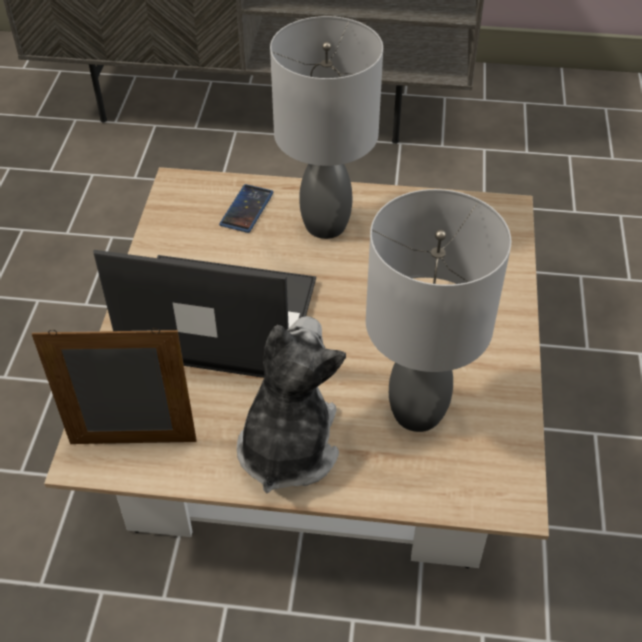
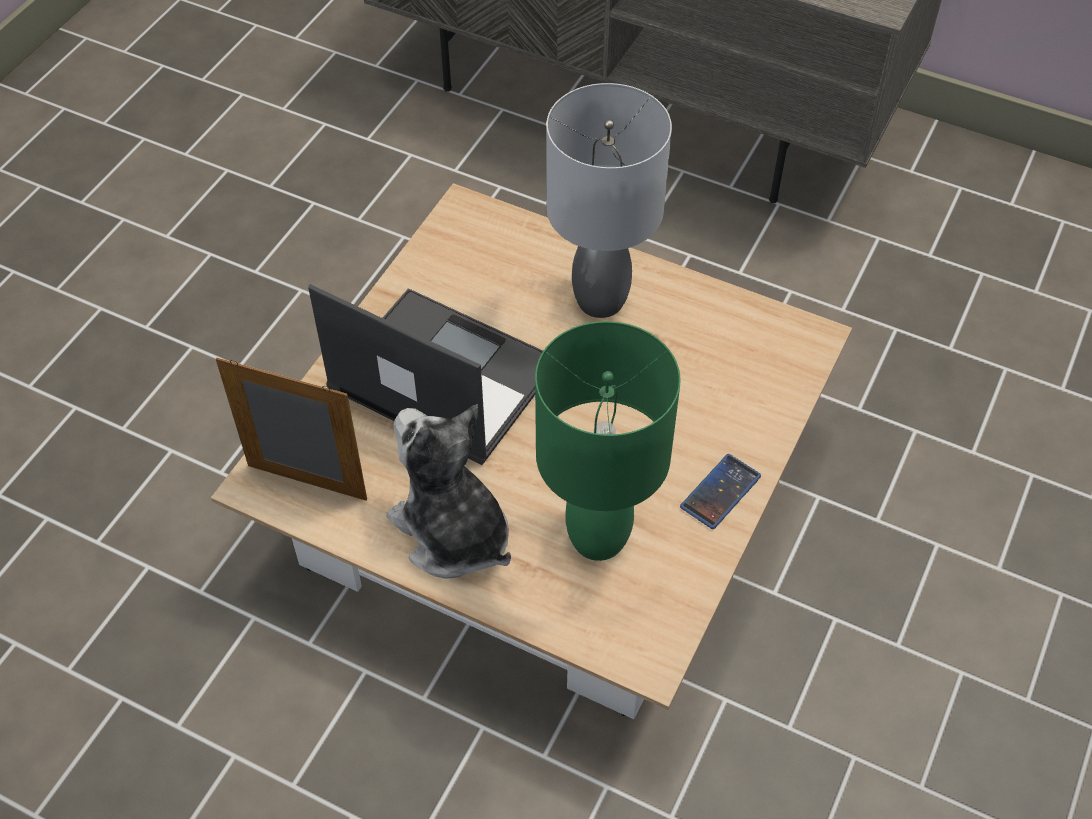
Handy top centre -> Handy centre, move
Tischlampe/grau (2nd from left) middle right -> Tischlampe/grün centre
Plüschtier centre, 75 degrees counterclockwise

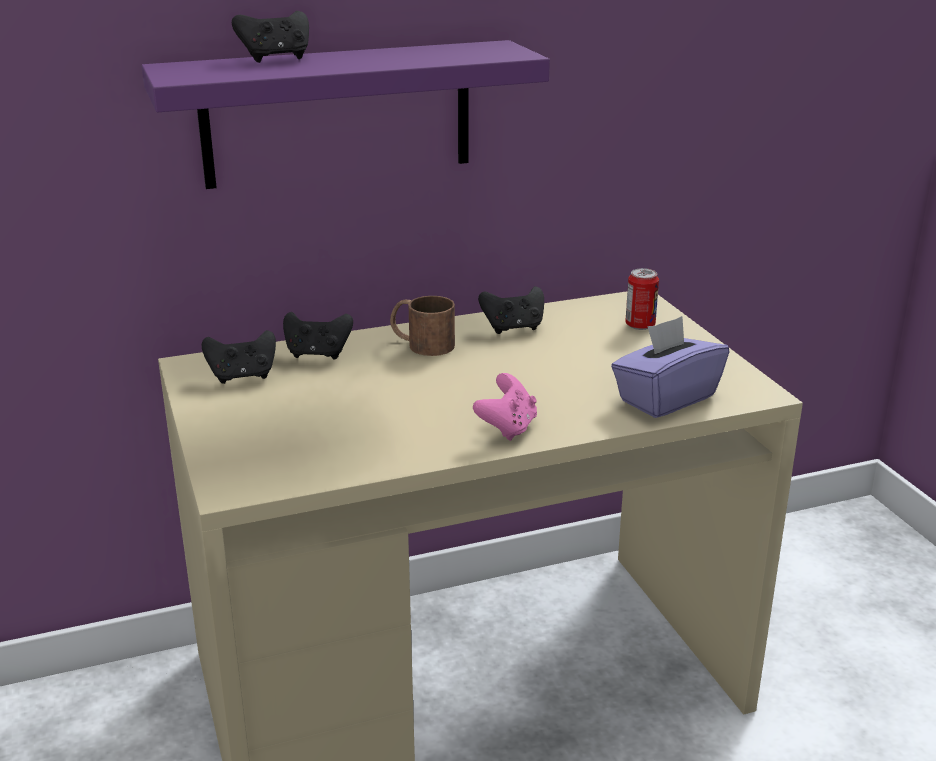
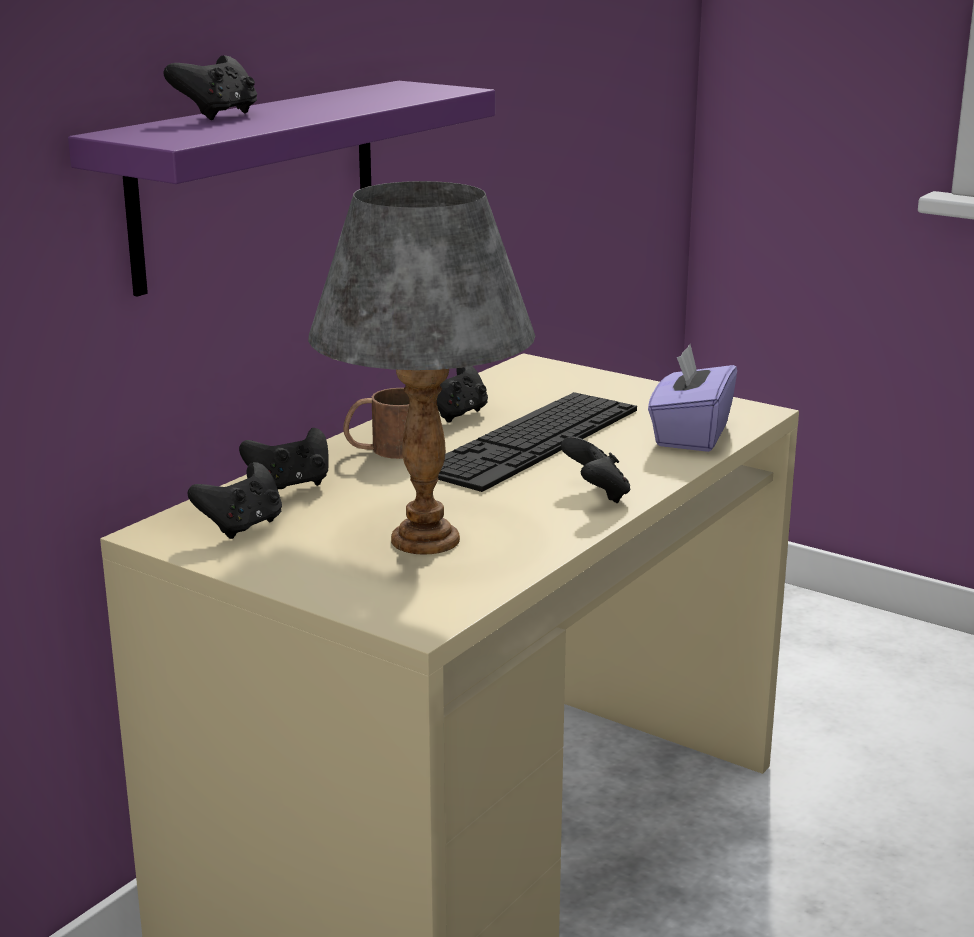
Dose middle right -> none
Gamepad/rosa centre -> Gamepad/schwarz (5th from left) centre
none -> Tischlampe/grau centre
none -> Tastatur centre

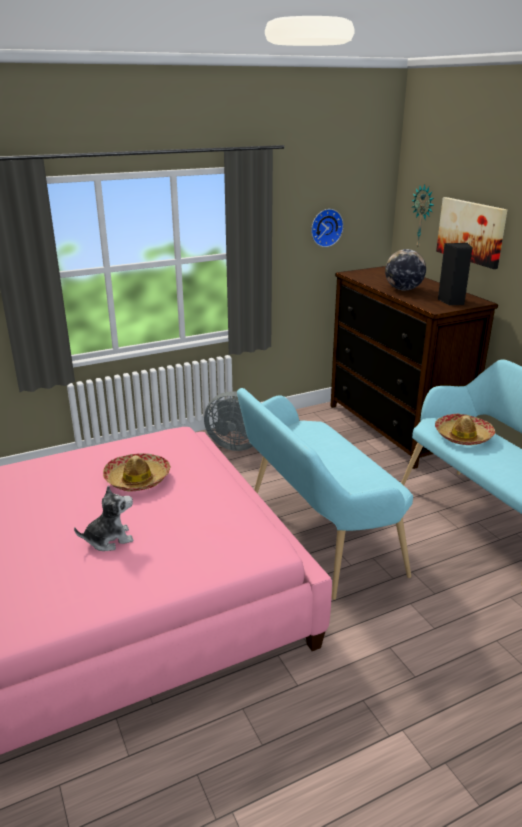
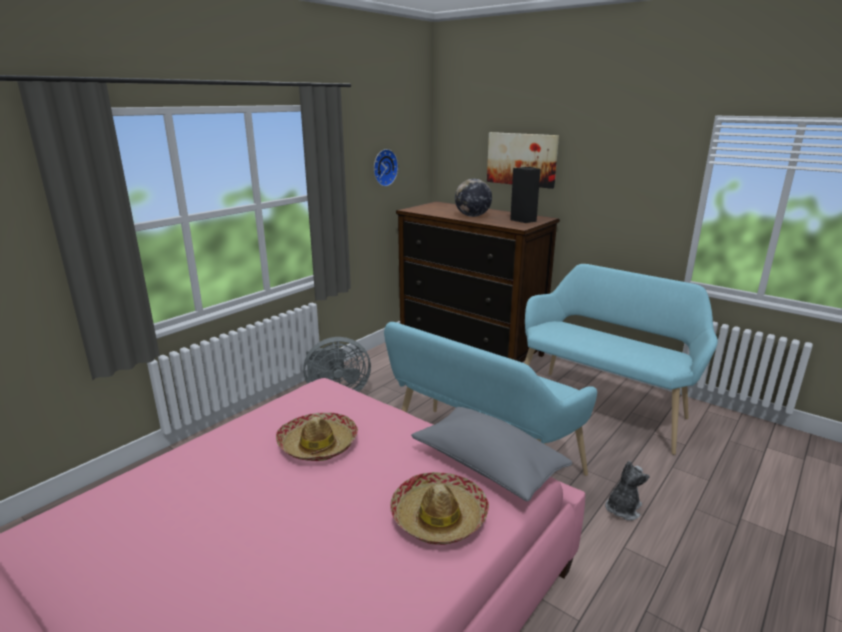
Wanduhr (2nd from left) top right -> none
Hut (2nd from left) middle right -> Hut (2nd from left) bottom centre, move
Plüschtier middle left -> Plüschtier bottom right, move
none -> Kissen/grau bottom centre

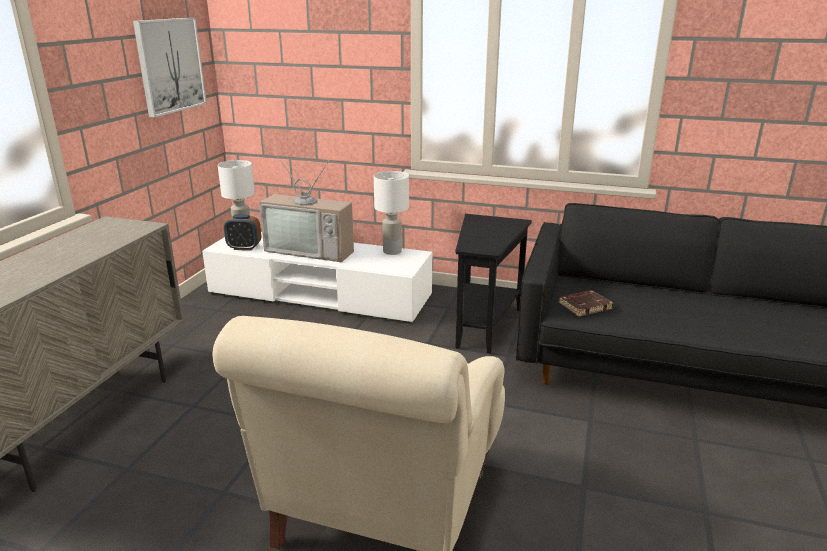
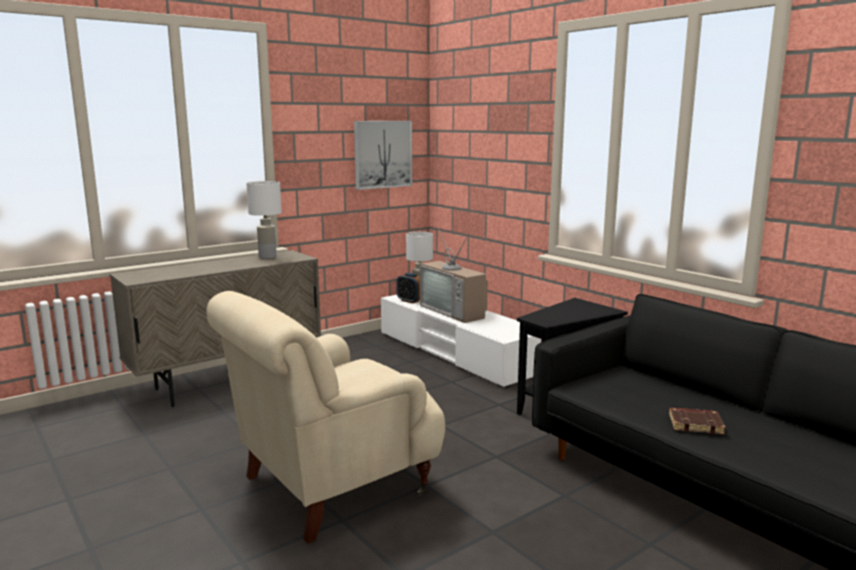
Tischlampe/weiß (2nd from left in the first image) centre -> Tischlampe/weiß (1st from left) middle left, move
Buch/braun middle right -> Buch/braun bottom right, move

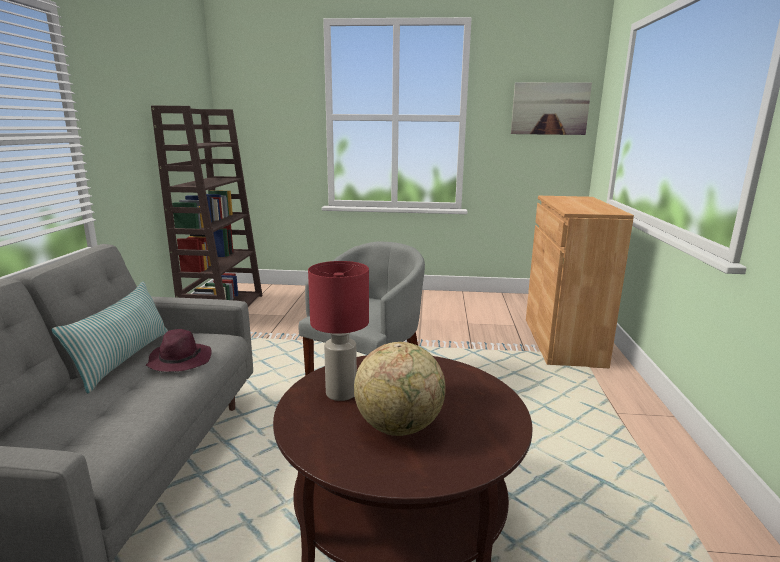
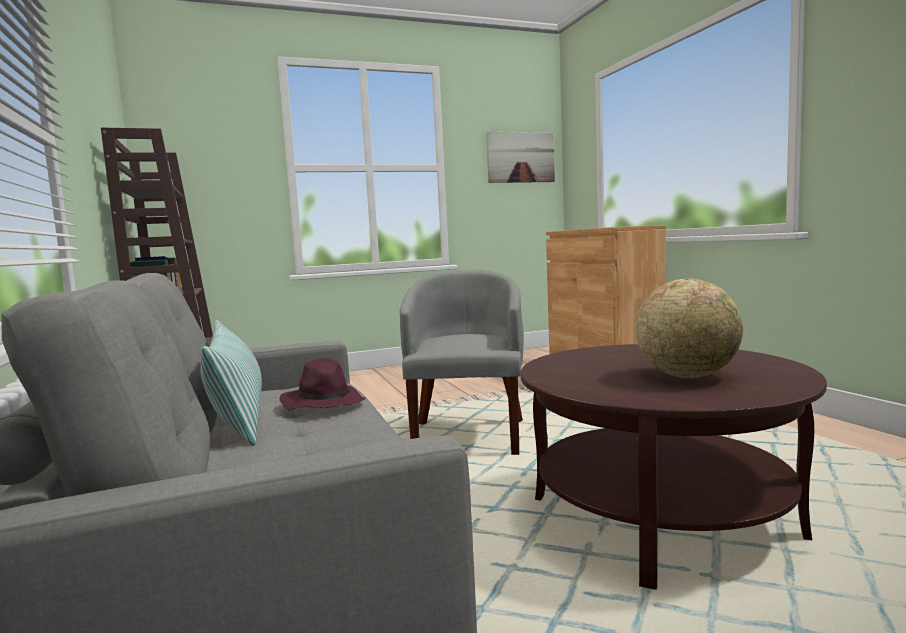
Tischlampe/rot centre -> none

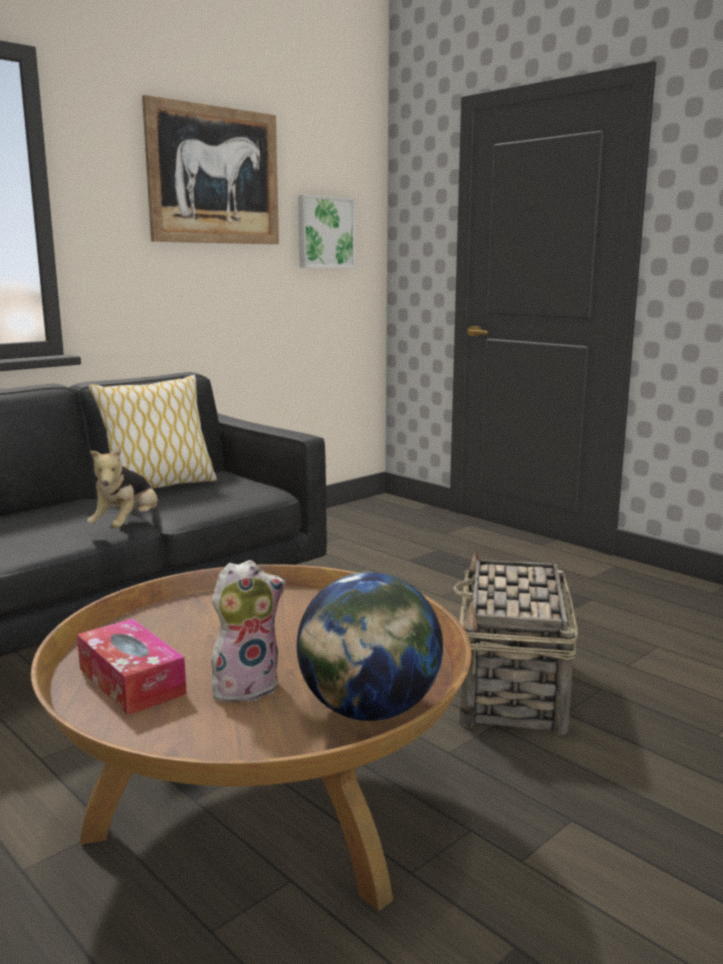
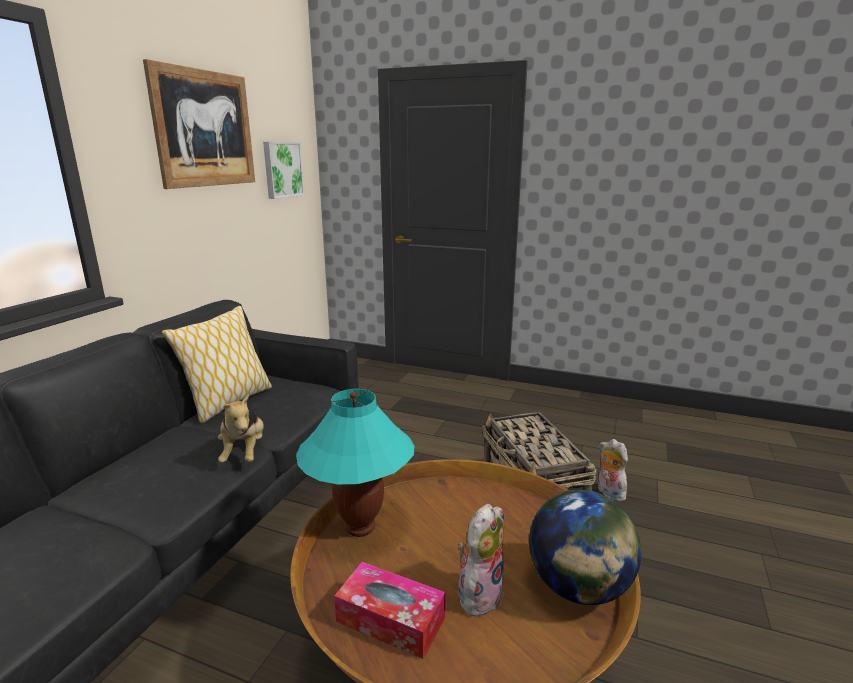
none -> Tischlampe/türkis bottom centre
none -> Plüschtier (3rd from left) bottom right

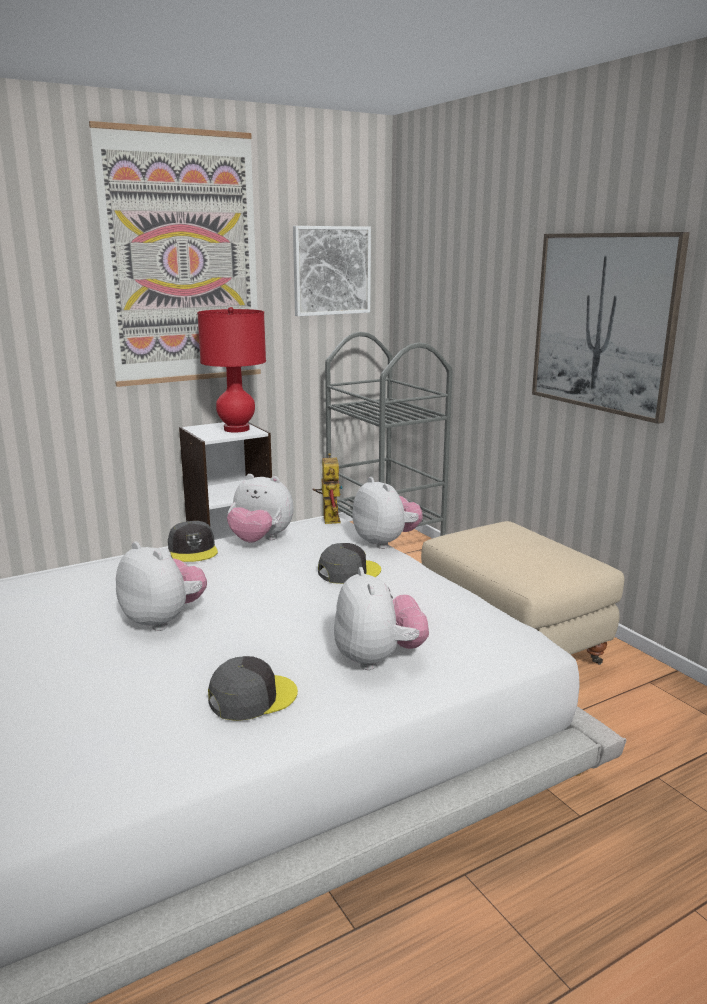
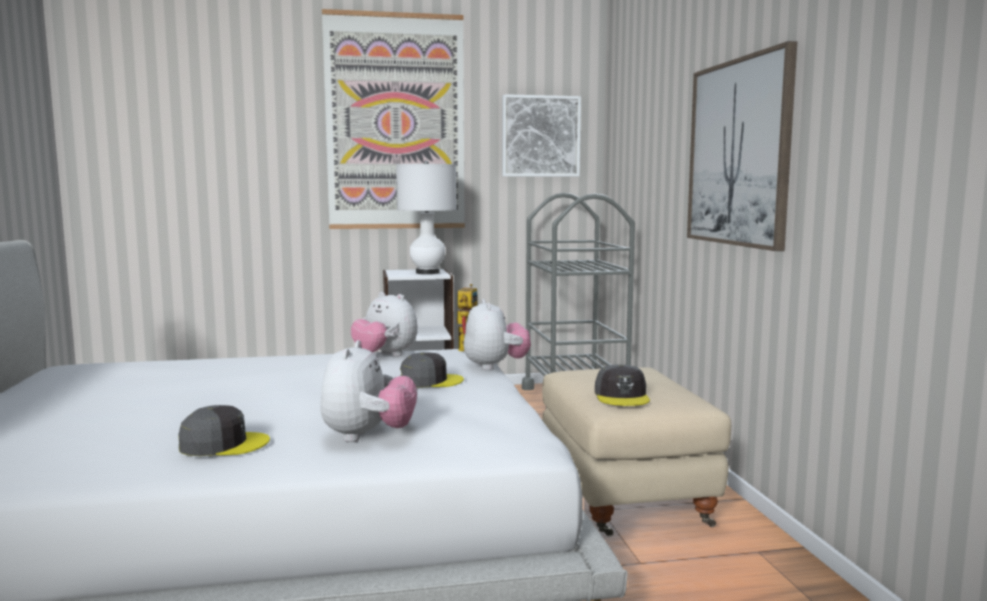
Tischlampe/rot middle left -> Tischlampe/weiß centre
Kappe/grau (1st from left in the first image) middle left -> Kappe/grau (3rd from left) centre, move
Plüschtier (1st from left) middle left -> none

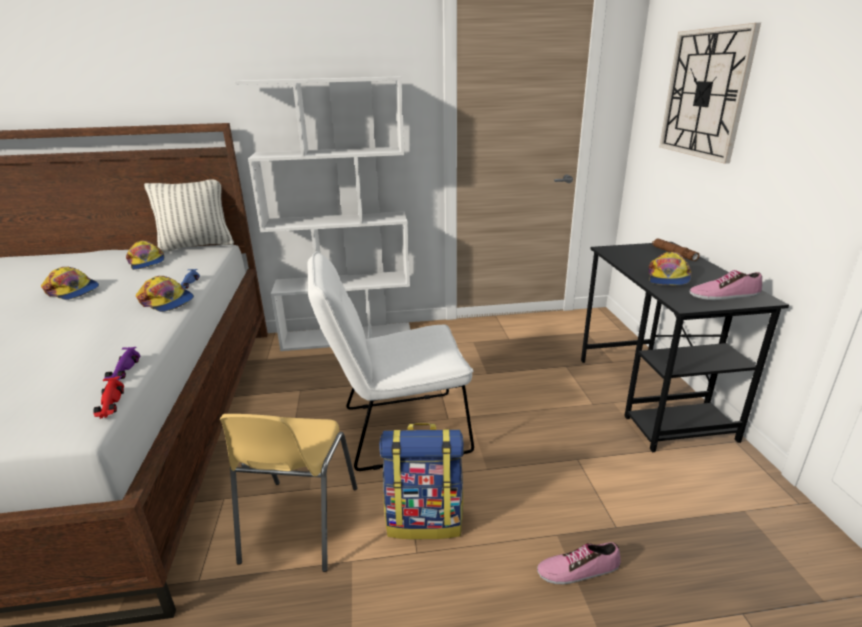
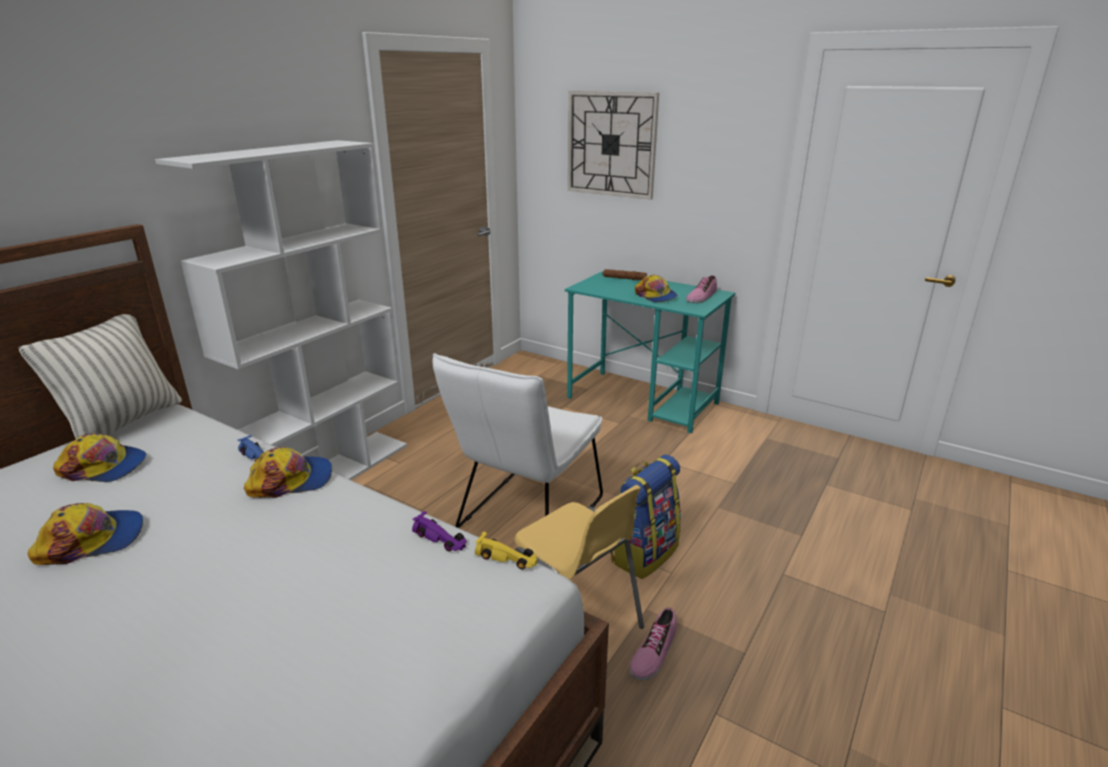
Schreibtisch/schwarz middle right -> Schreibtisch/türkis centre
Spielzeugauto/rot middle left -> Spielzeugauto/gelb bottom centre
Schuh (1st from left) bottom right -> Schuh (1st from left) bottom centre, move

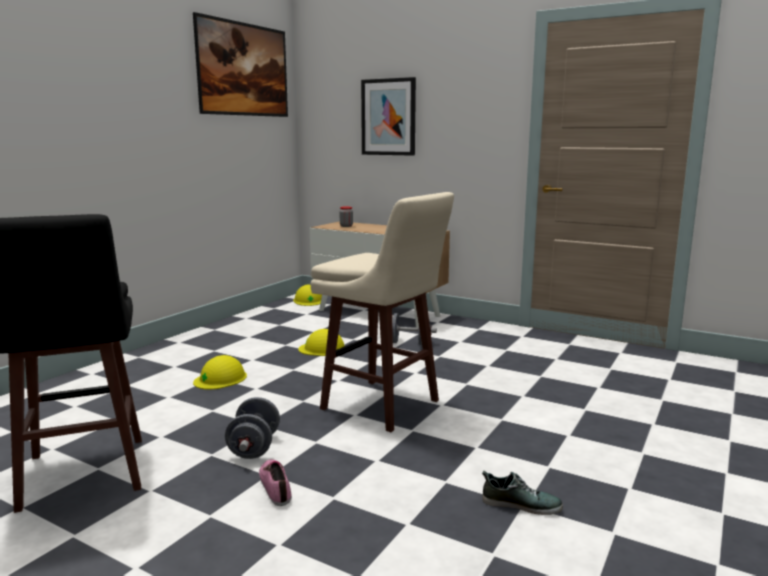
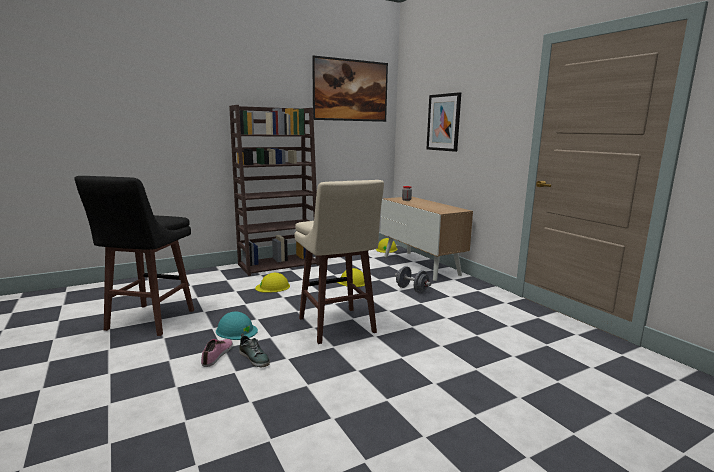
Hantel/grau (1st from left) bottom left -> Schutzhelm/türkis bottom left
Schuh (2nd from left) bottom right -> Schuh (2nd from left) bottom centre, move
none -> Bücherregal/braun centre

